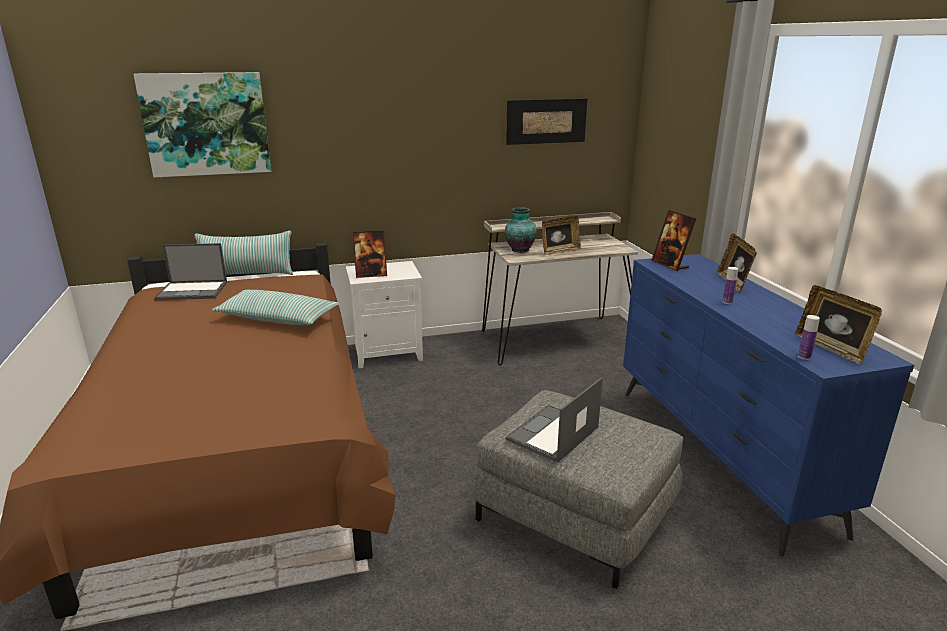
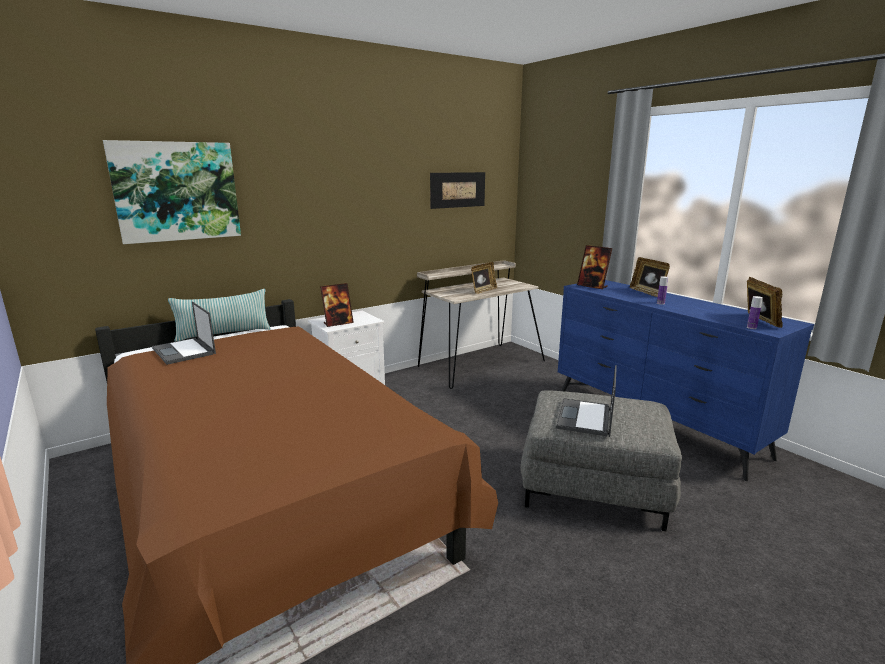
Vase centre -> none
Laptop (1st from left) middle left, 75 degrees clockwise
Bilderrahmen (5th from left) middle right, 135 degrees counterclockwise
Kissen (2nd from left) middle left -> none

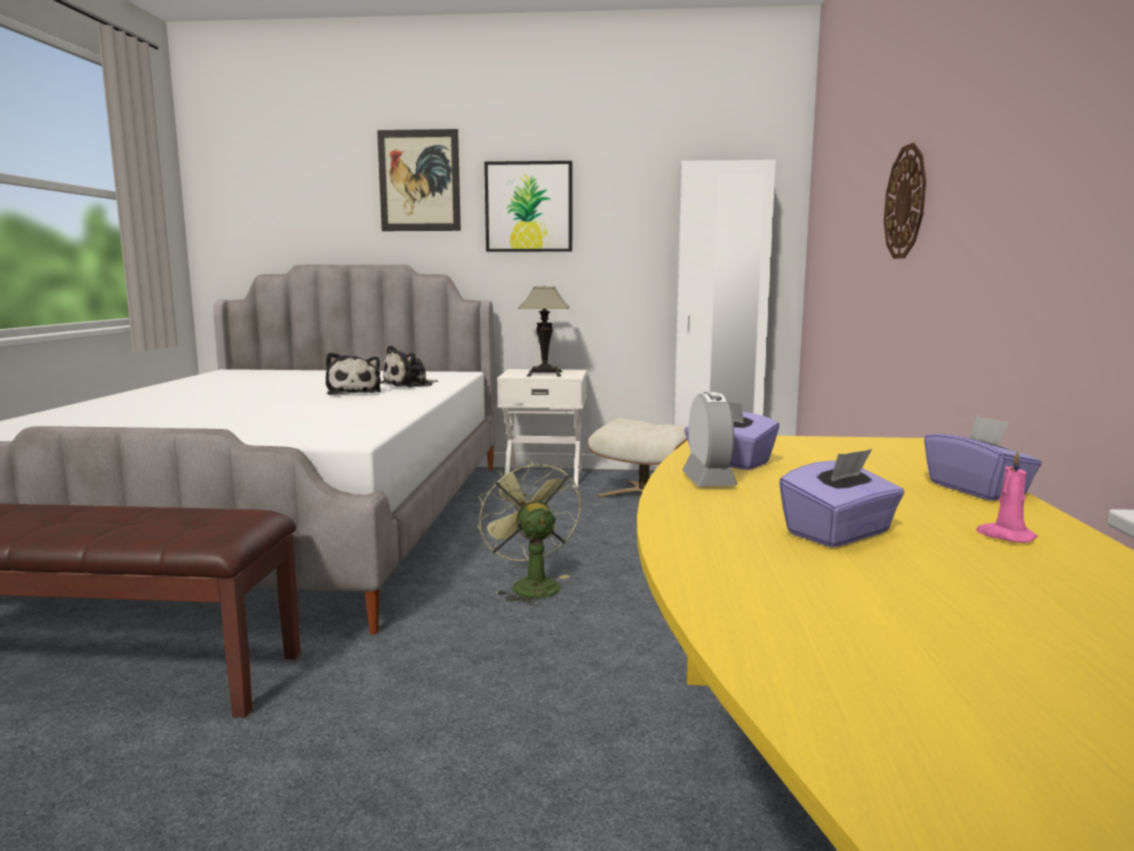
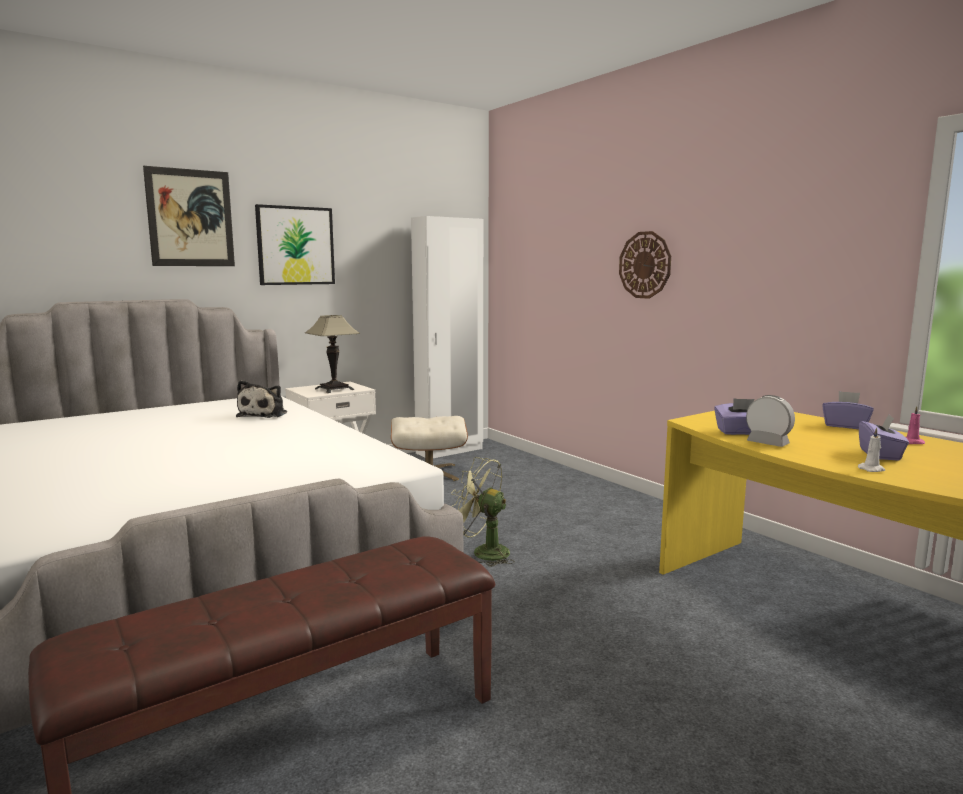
Plüschtier (1st from left) middle left -> none
none -> Kerze/weiß middle right

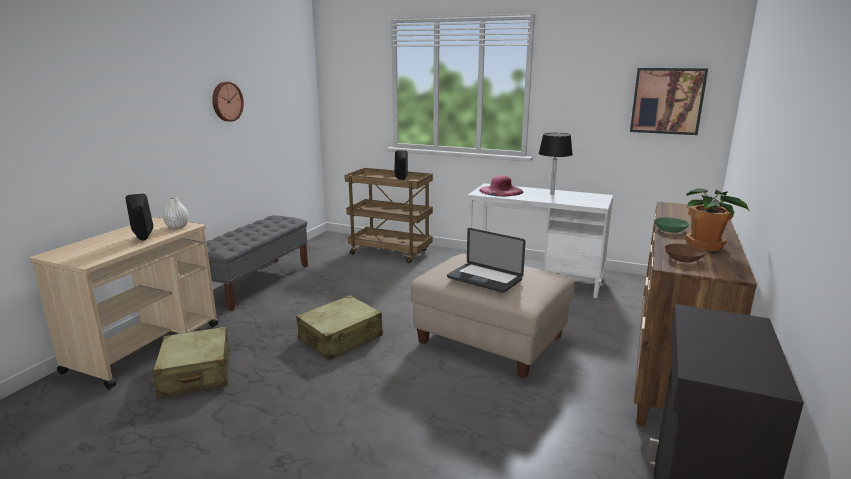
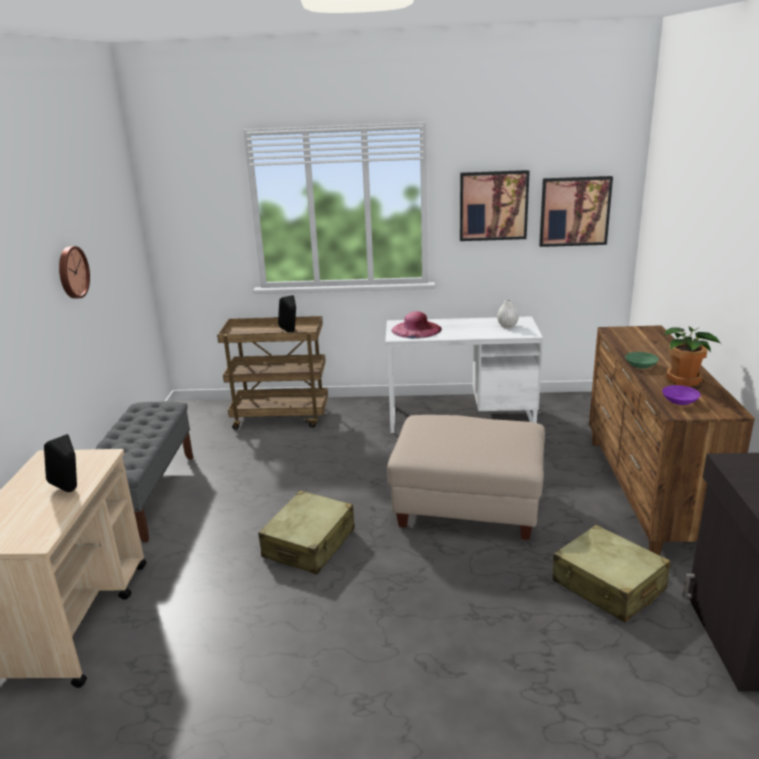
Tischlampe/schwarz centre -> none
Vase/weiß middle left -> Vase/weiß middle right, move
Laptop centre -> none
Schüssel/braun middle right -> Schüssel/lila middle right
Koffer/beige (1st from left in the first image) bottom left -> Koffer/beige (2nd from left) bottom right, move
none -> Bild (1st from left) top centre

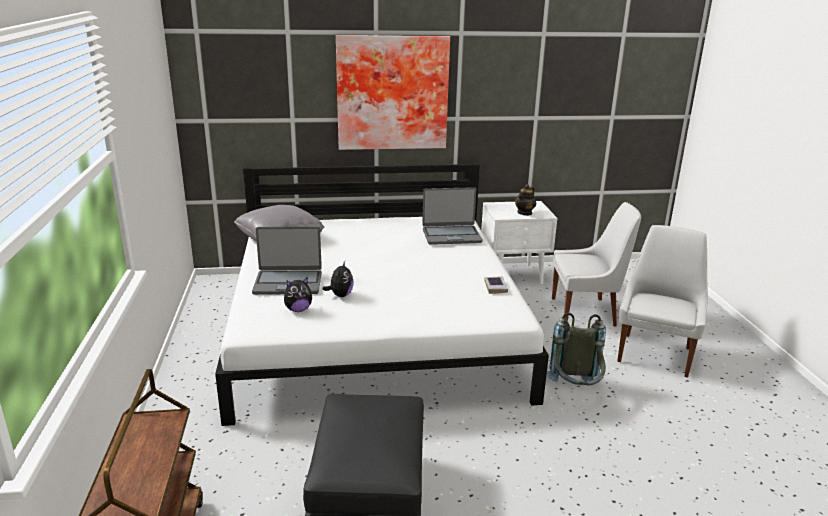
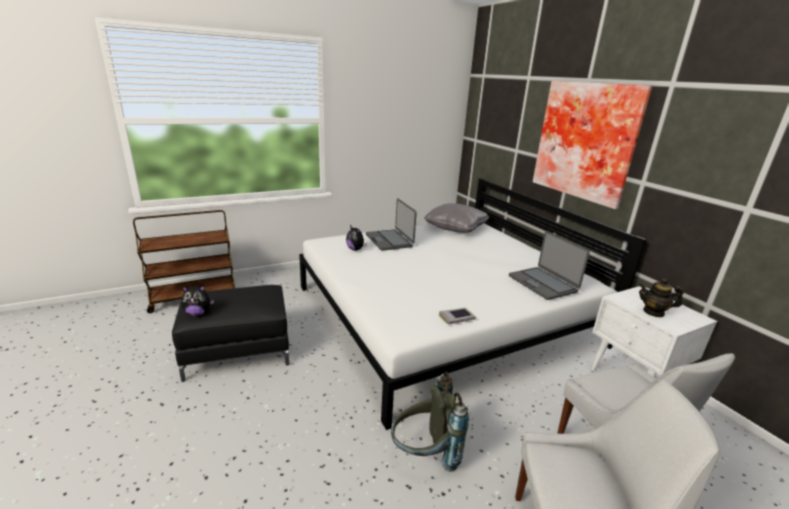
Plüschtier (2nd from left in the first image) centre -> Plüschtier (1st from left) middle left, move

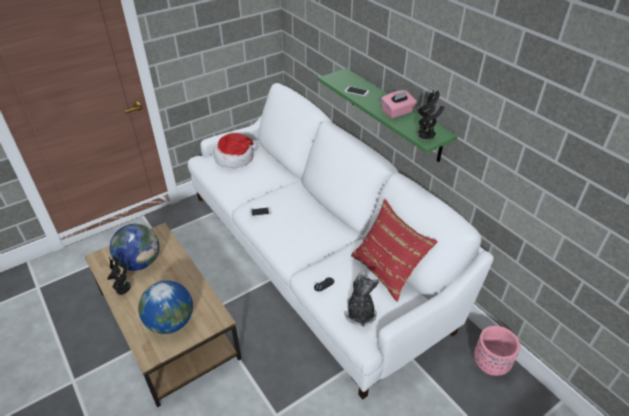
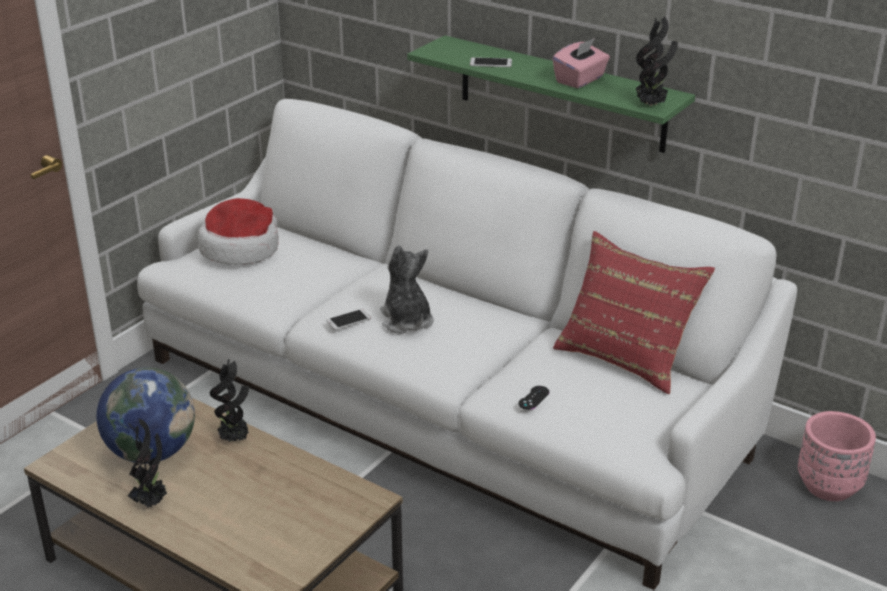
Plüschtier bottom centre -> Plüschtier centre, move
Globus (2nd from left) bottom left -> none
none -> Topfpflanze (2nd from left) bottom left

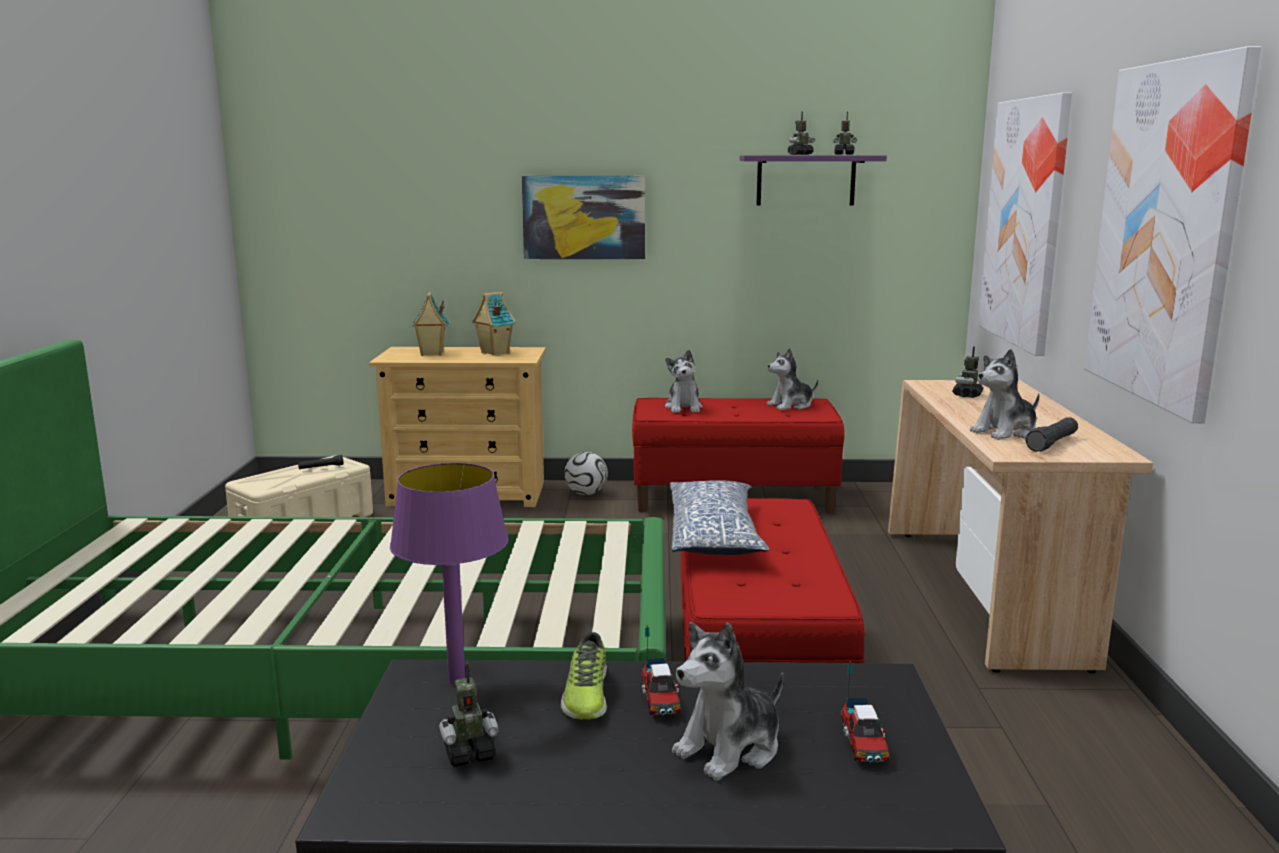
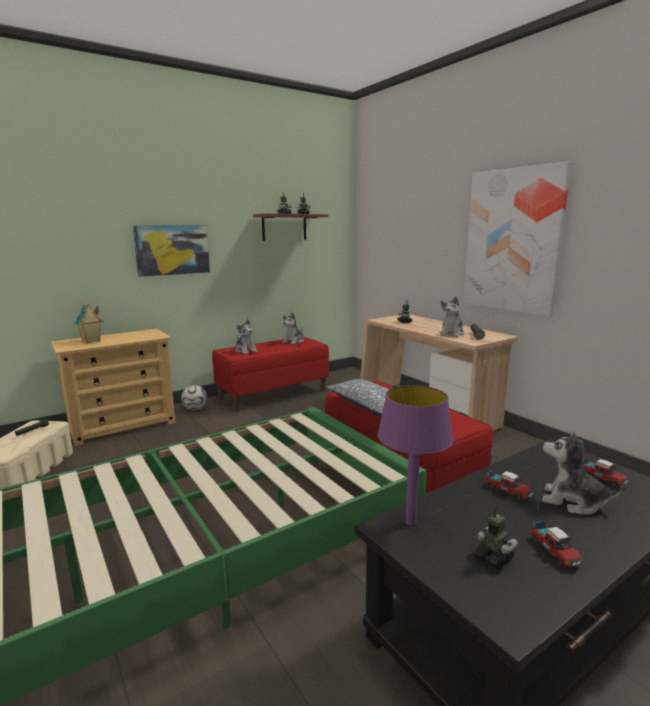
Bild (2nd from left) top right -> none
Wandregal/lila top centre -> Wandregal/braun top centre
Spielzeughaus (2nd from left) centre -> none
Plüschtier (2nd from left in the first image) bottom centre -> Plüschtier (4th from left) bottom right, 105 degrees clockwise
Schuh bottom centre -> none
Spielzeugroboter (1st from left in the first image) bottom centre -> Spielzeugroboter (4th from left) bottom right, 75 degrees counterclockwise
none -> Spielzeuglaster (2nd from left) bottom right

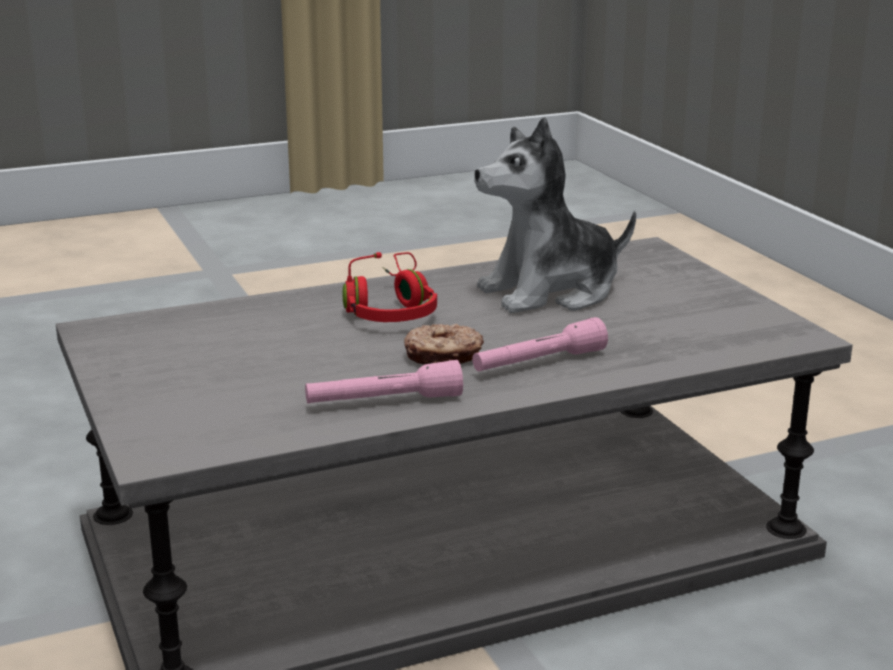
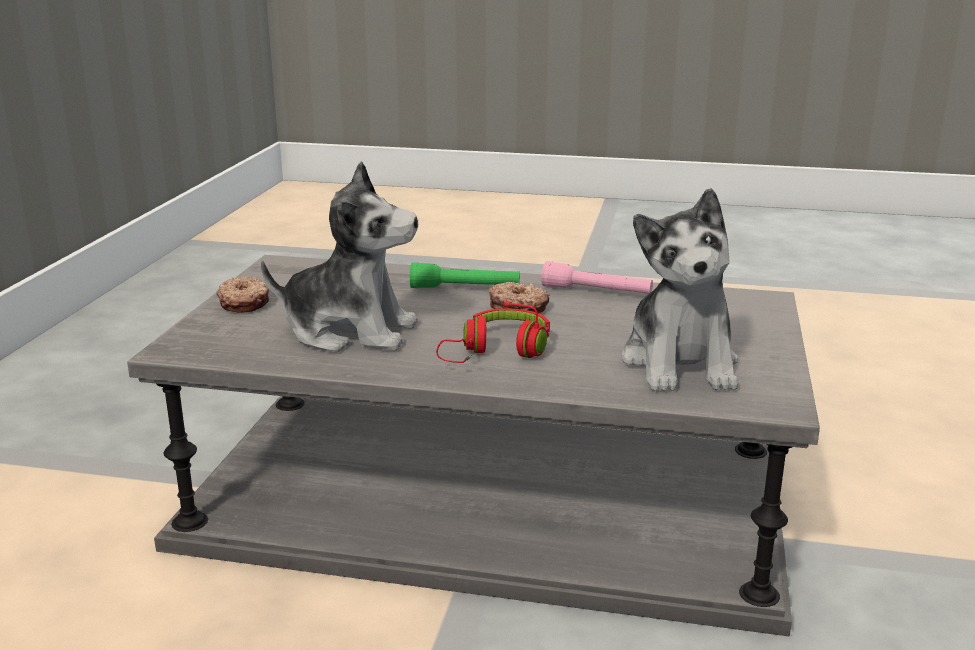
Taschenlampe/rosa (2nd from left) centre -> Taschenlampe/grün centre
none -> Plüschtier (2nd from left) middle right
none -> Donut (1st from left) middle left

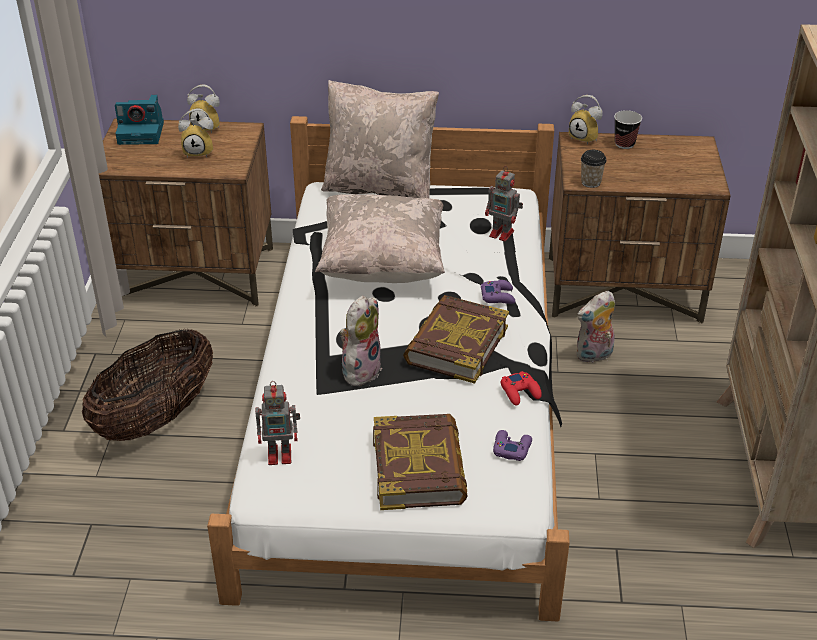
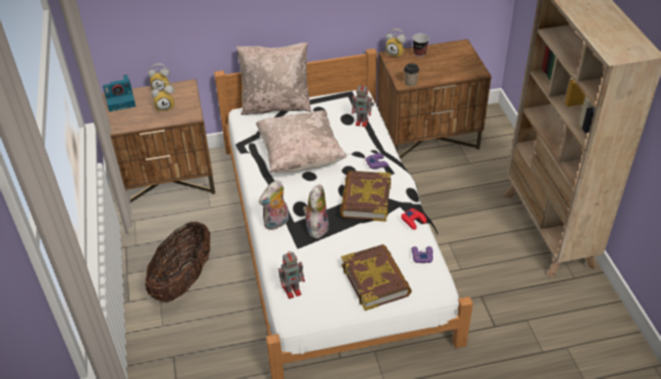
Plüschtier (2nd from left in the first image) middle right -> Plüschtier (1st from left) centre, move

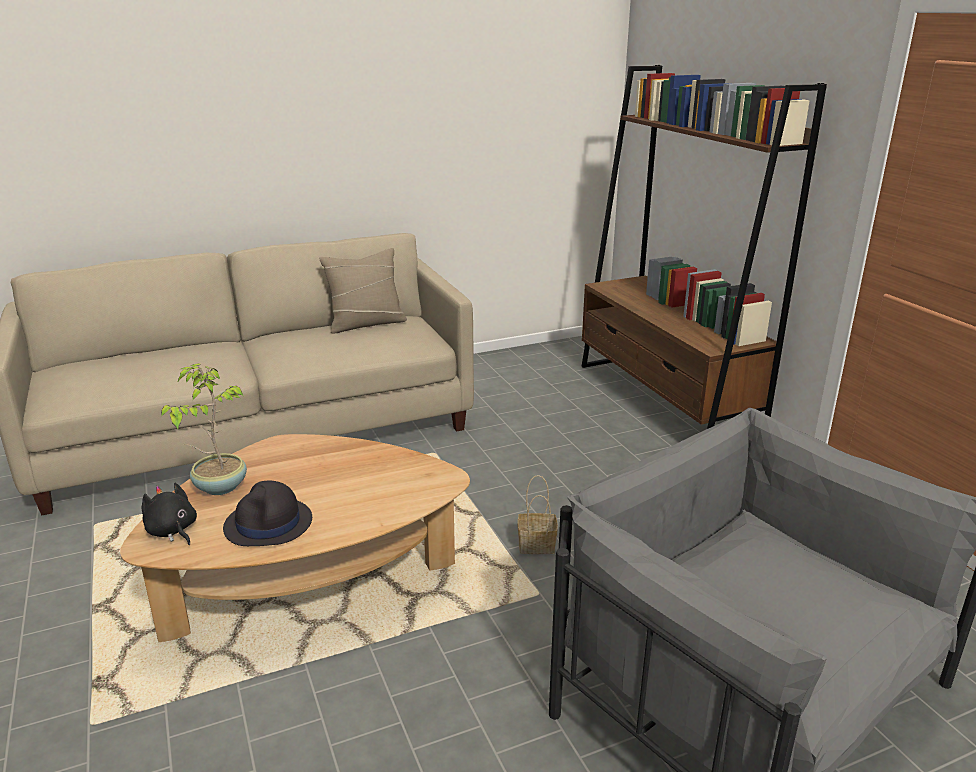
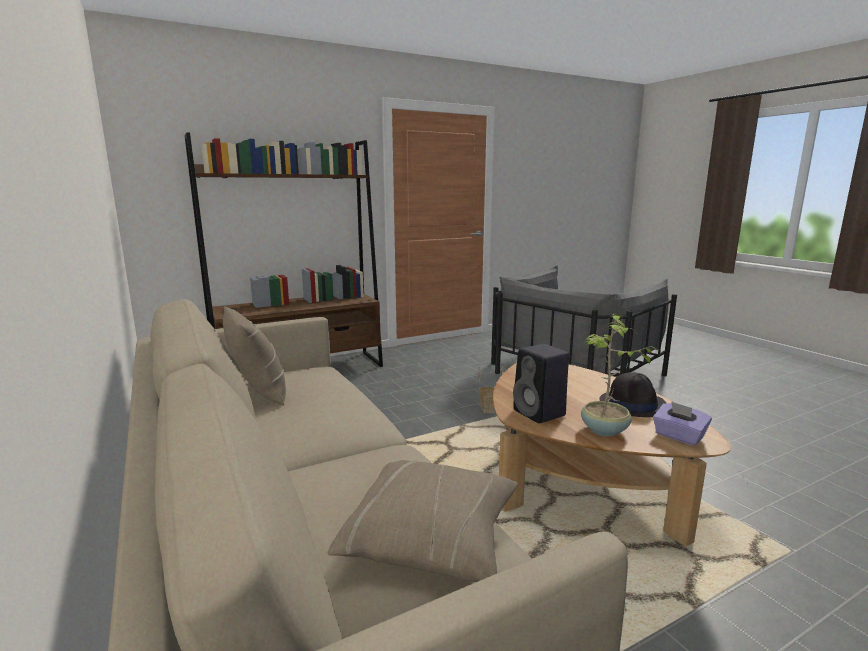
Plüschtier/schwarz middle left -> Taschentuchbox/lila middle right
none -> Lautsprecher/schwarz centre
none -> Kissen/beige (2nd from left) bottom centre

